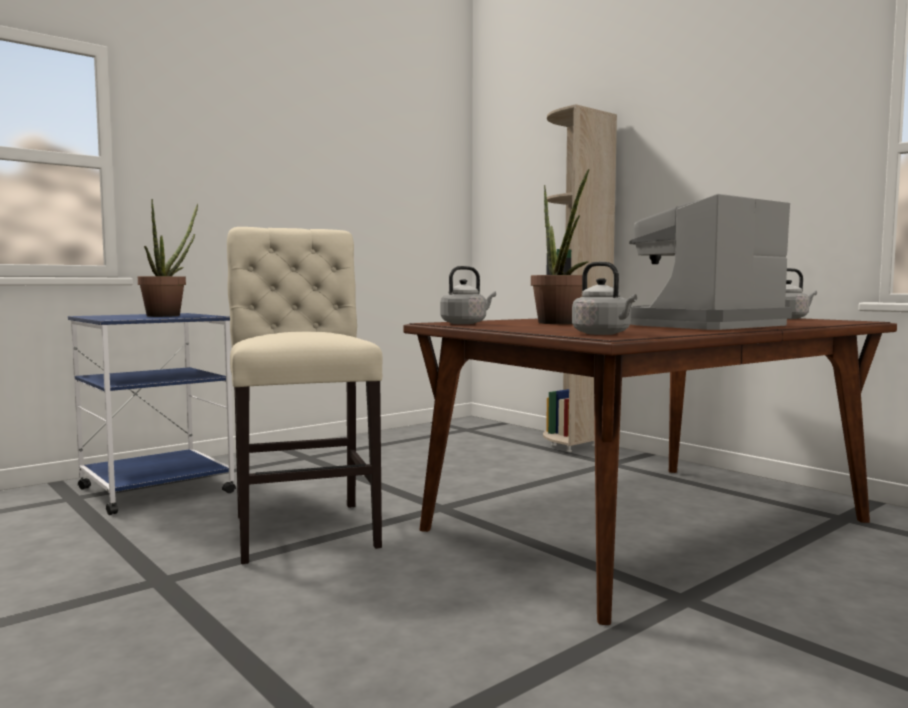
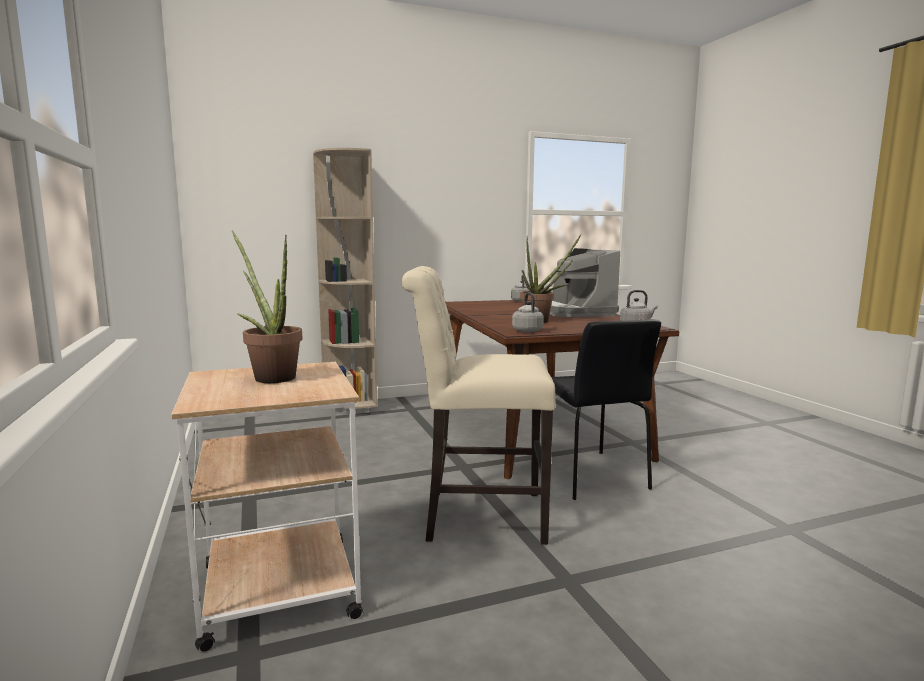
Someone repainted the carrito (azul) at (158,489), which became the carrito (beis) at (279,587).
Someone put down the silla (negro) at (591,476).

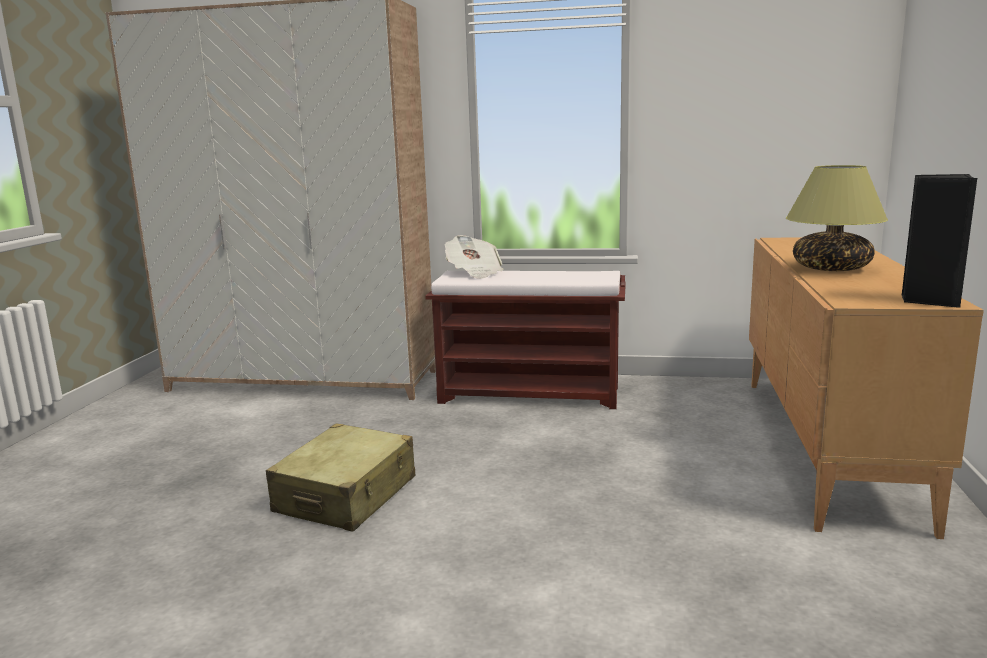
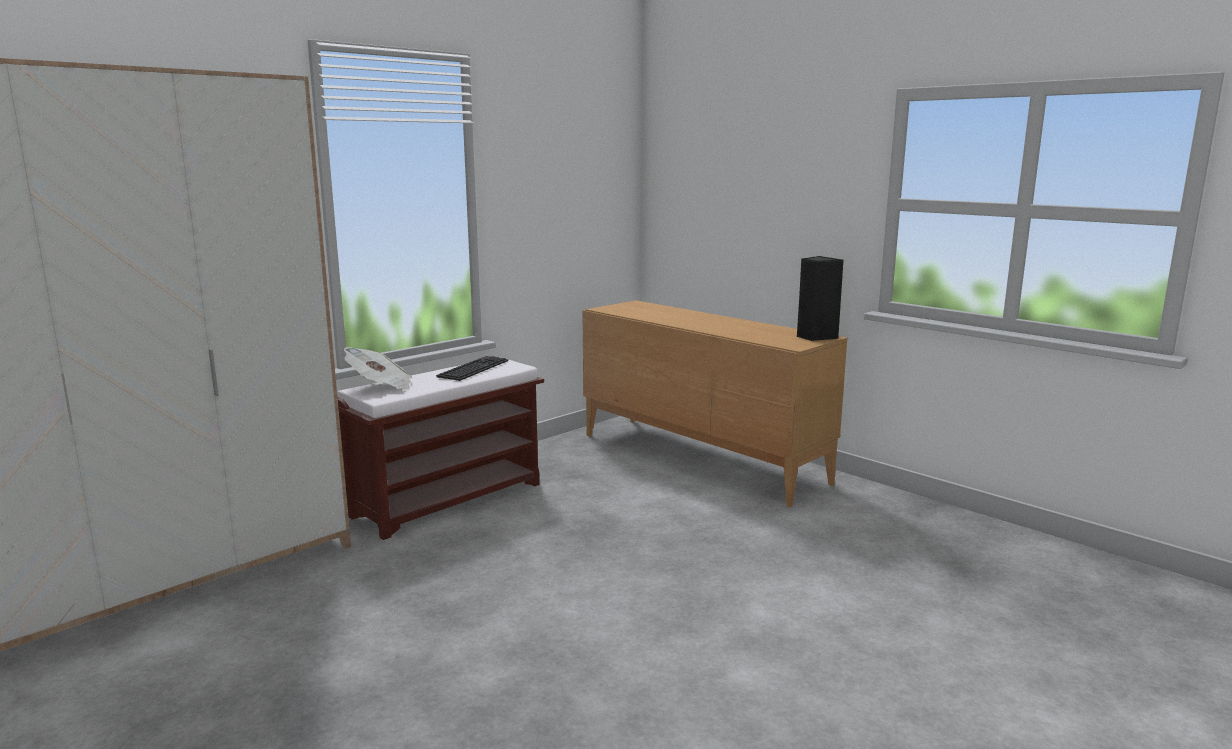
Someone took away the maleta (beis) at (346,495).
Someone took away the lámpara de mesa at (830,269).
Someone put down the teclado at (473,368).

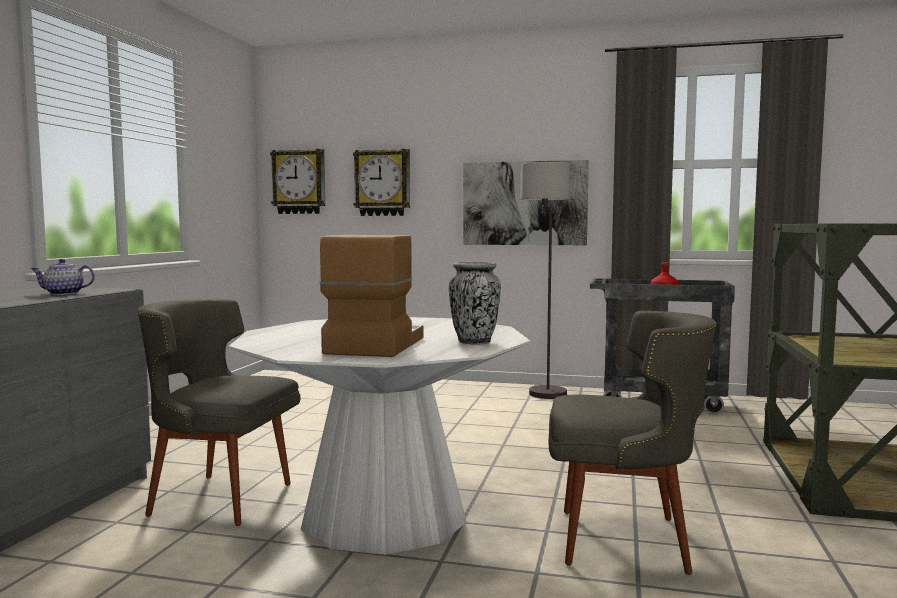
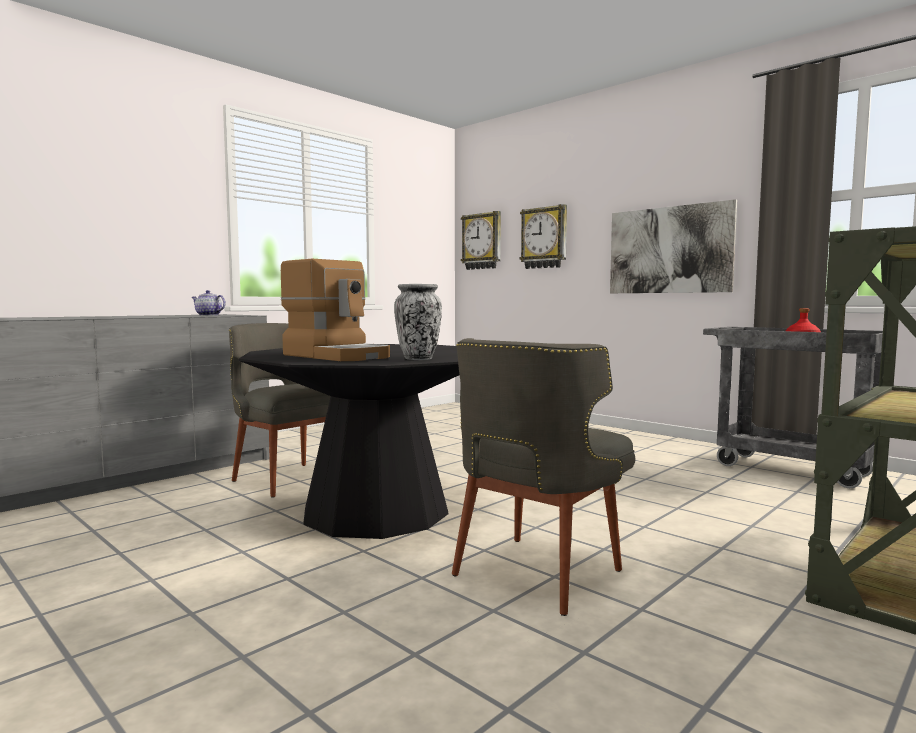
Someone repainted the mesa de comedor (blanco) at (384,515), which became the mesa de comedor (negro) at (376,511).
Someone rotated the cafetera at (375,345) by 90 degrees clockwise.
Someone took away the lámpara de pie (gris) at (544,396).
Someone rotated the silla (gris) at (620,540) by 90 degrees clockwise.

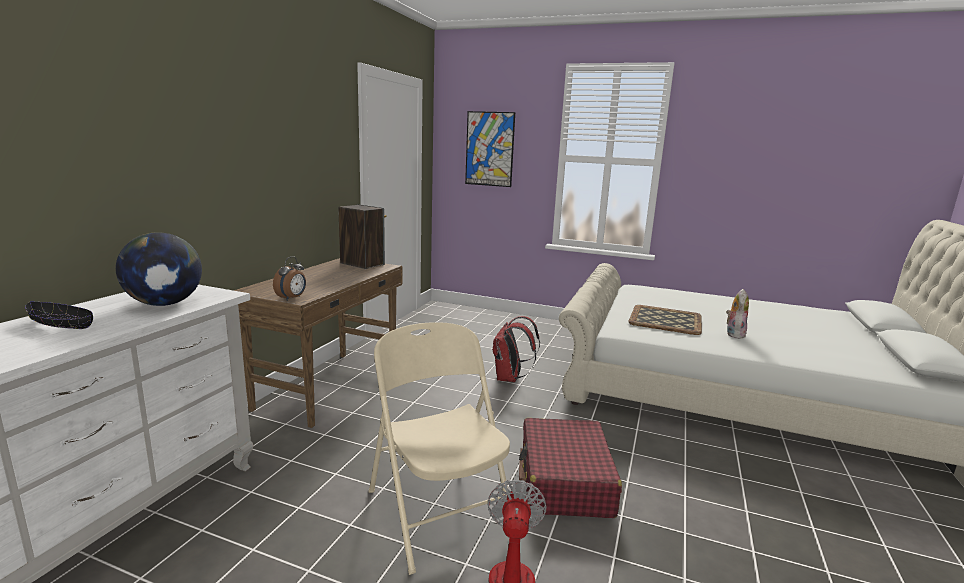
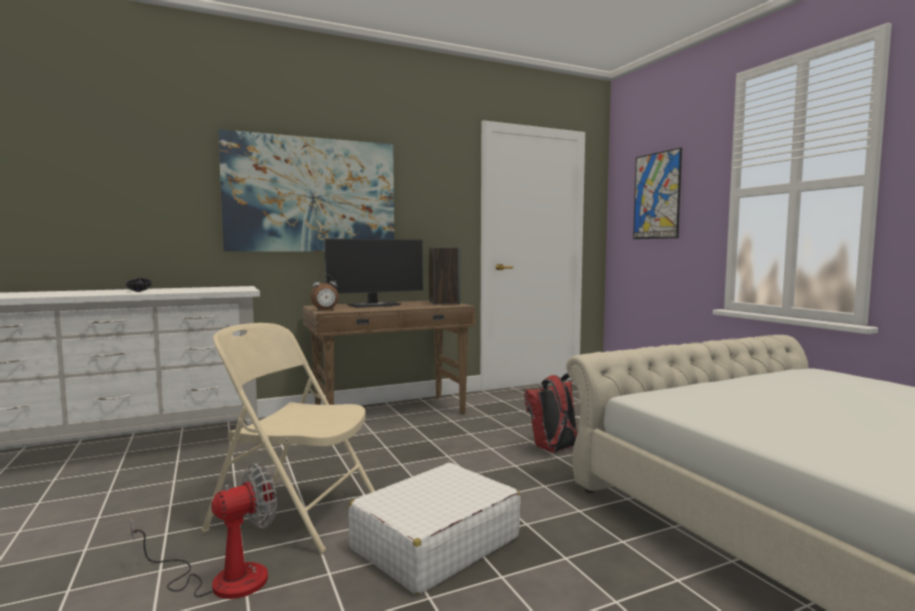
Someone took away the globo terráqueo at (165,304).
Someone rotated the silla (beis) at (439,512) by 90 degrees counterclockwise.
Someone repainted the maleta (rojo) at (564,481), which became the maleta (blanco) at (435,543).
Someone took away the bandeja at (666,320).
Someone took away the peluche at (733,334).
Someone put up the cuadro at (312,195).
Someone put down the monitor at (374,305).

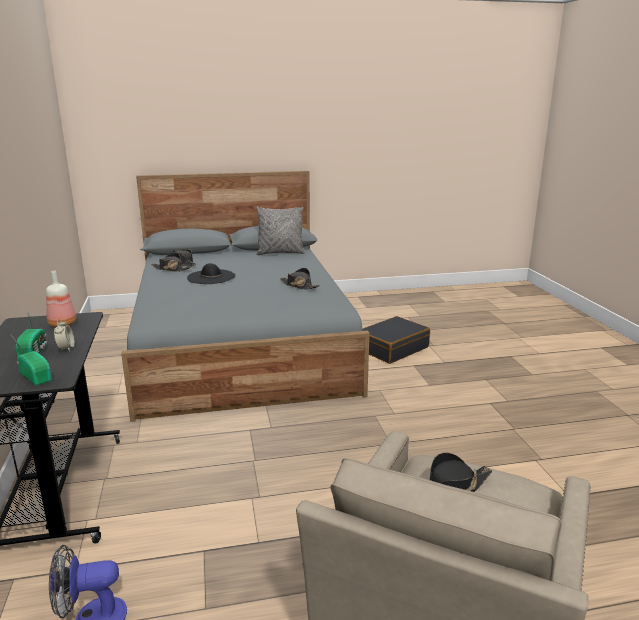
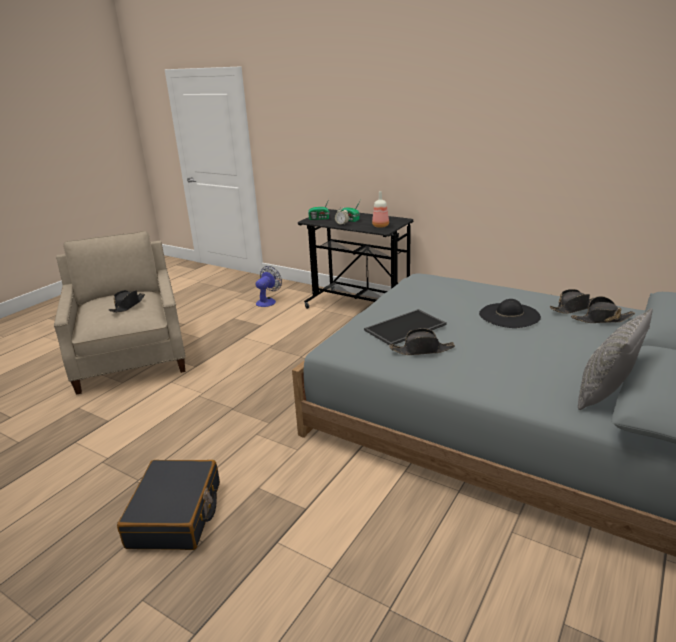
Someone carried the maleta (negro) from (392,348) to (176,515).
Someone put down the bandeja at (405,328).

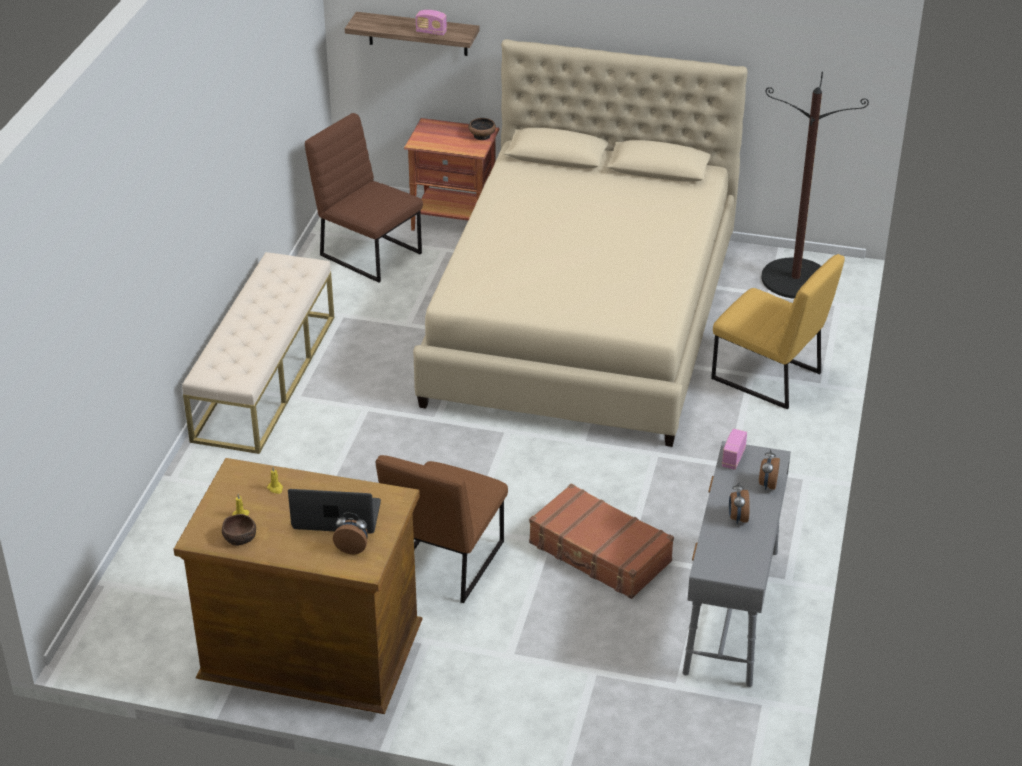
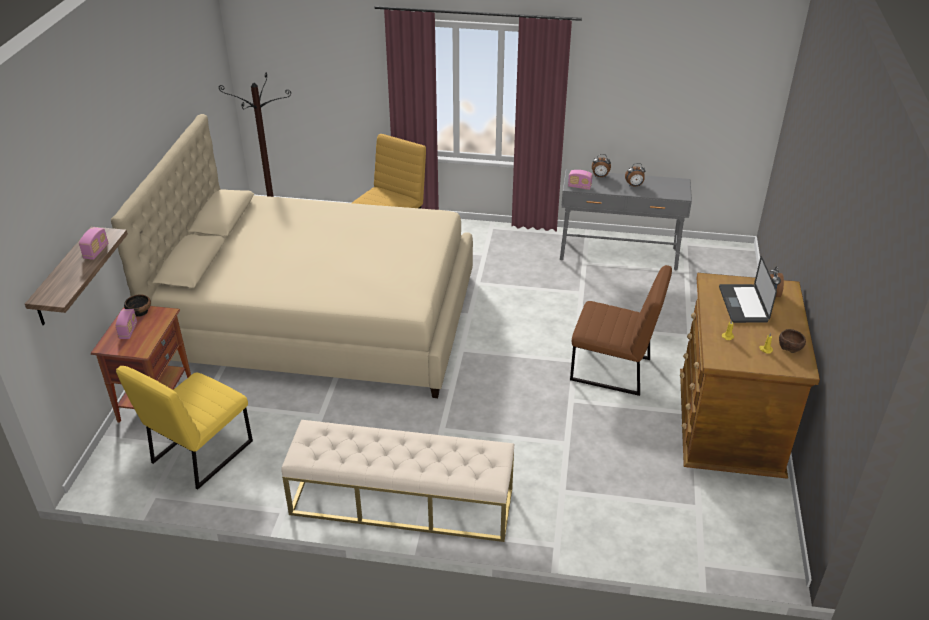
Someone repainted the silla (marrón) at (369,253), which became the silla (amarillo) at (199,453).
Someone took away the maleta (marrón) at (599,553).
Someone put down the radio at (128,331).

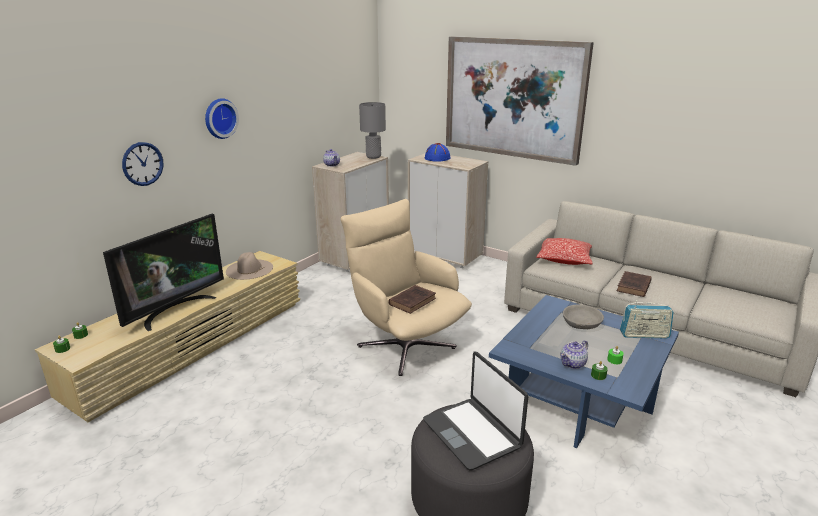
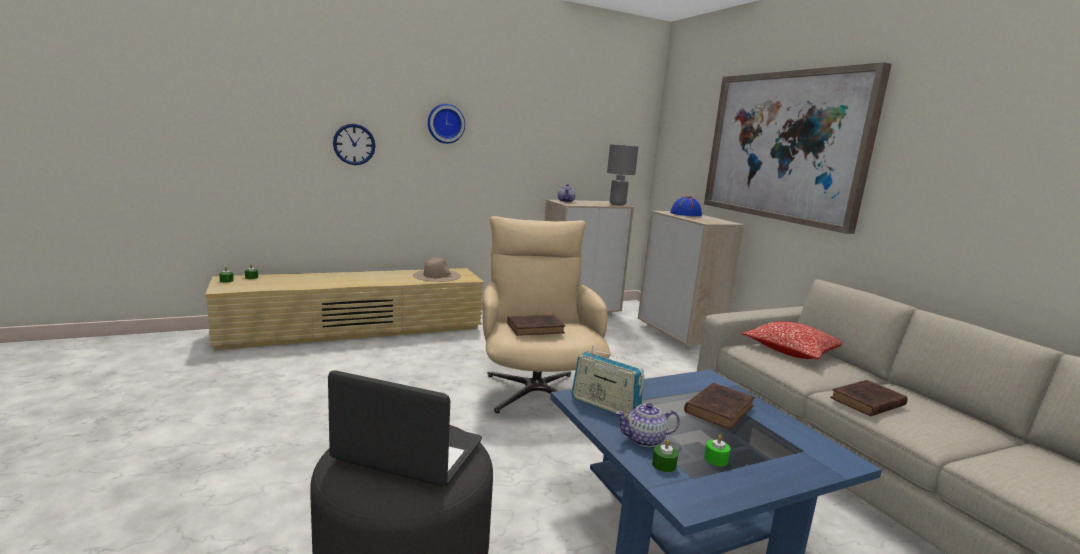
Someone took away the televisor at (174,309).
Someone rotated the portátil at (472,433) by 105 degrees clockwise.
Someone swapped the cuenco (gris) at (581,324) for the libro (marrón) at (720,409).
Someone carried the radio from (644,335) to (605,406).

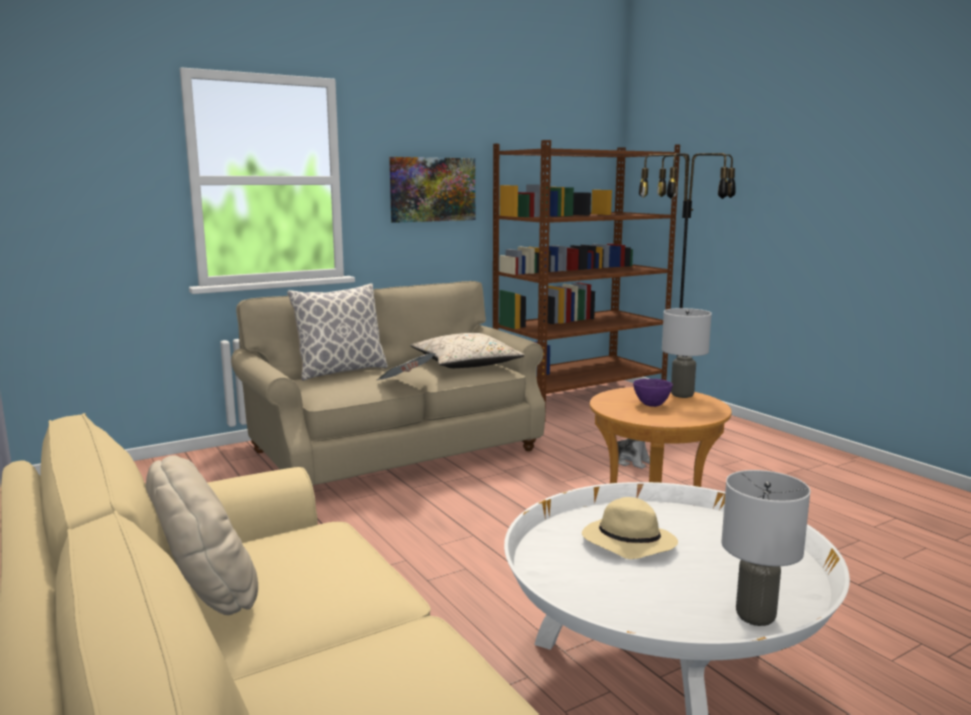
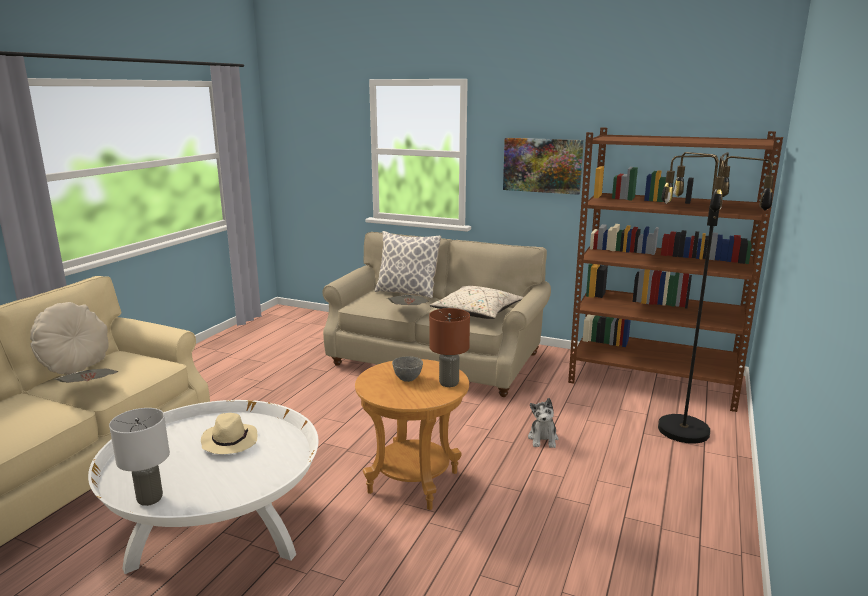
Someone repainted the cuenco (morado) at (651,405), which became the cuenco (gris) at (407,379).
Someone repainted the lámpara de mesa (blanco) at (683,395), which became the lámpara de mesa (marrón) at (450,384).
Someone put down the periódico at (90,390).

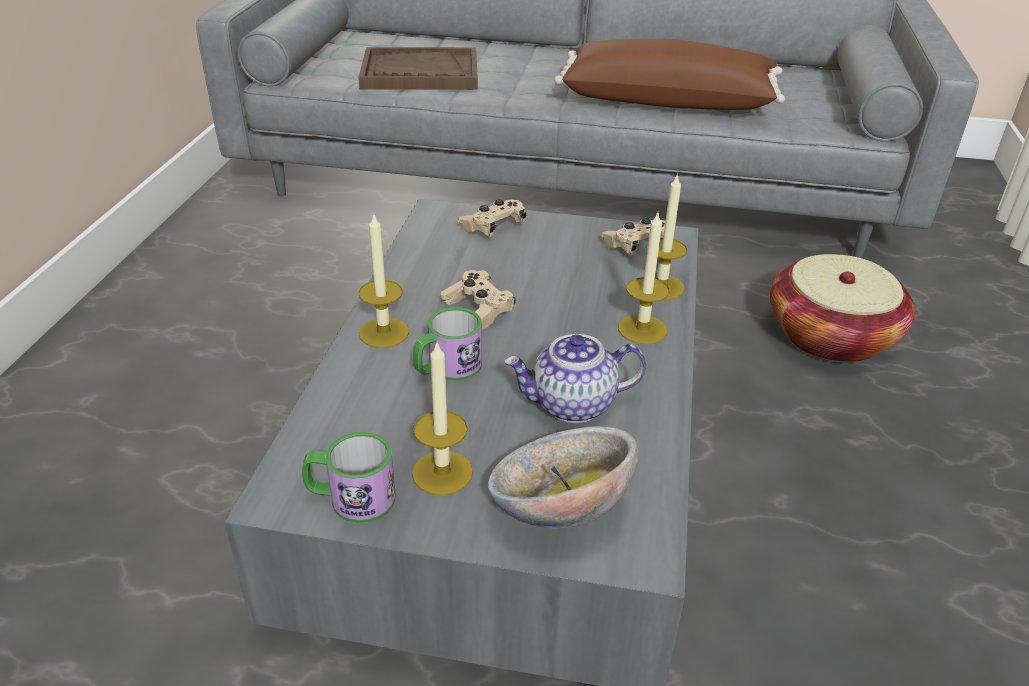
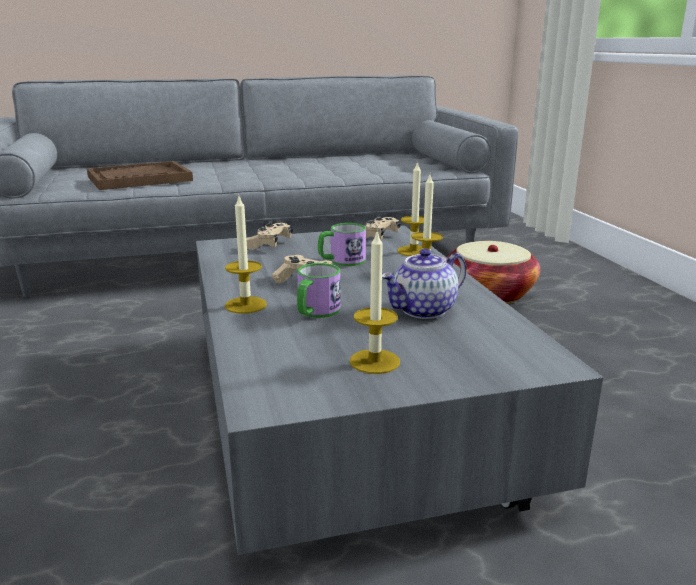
Someone carried the taza grande from (351,498) to (341,261).
Someone took away the cuenco at (558,509).
Someone took away the cojín (marrón) at (667,101).

